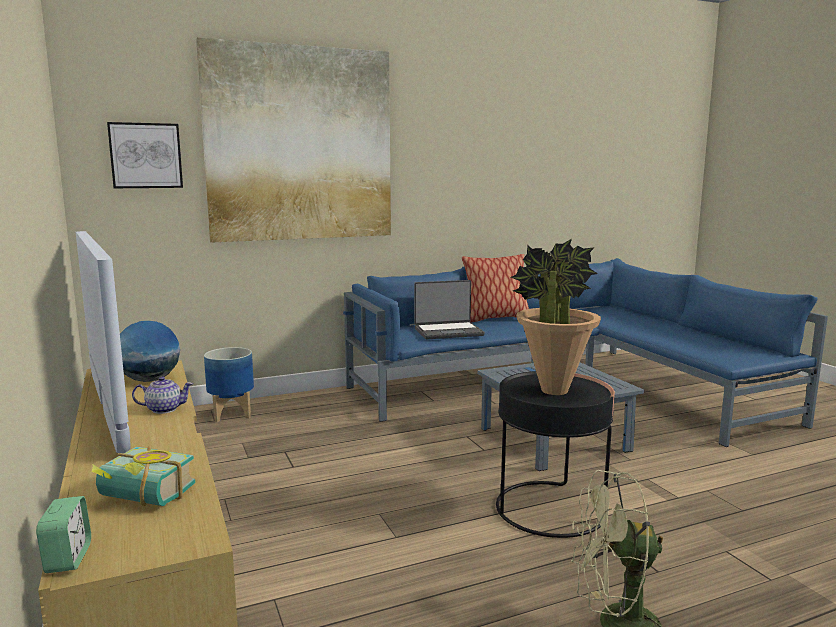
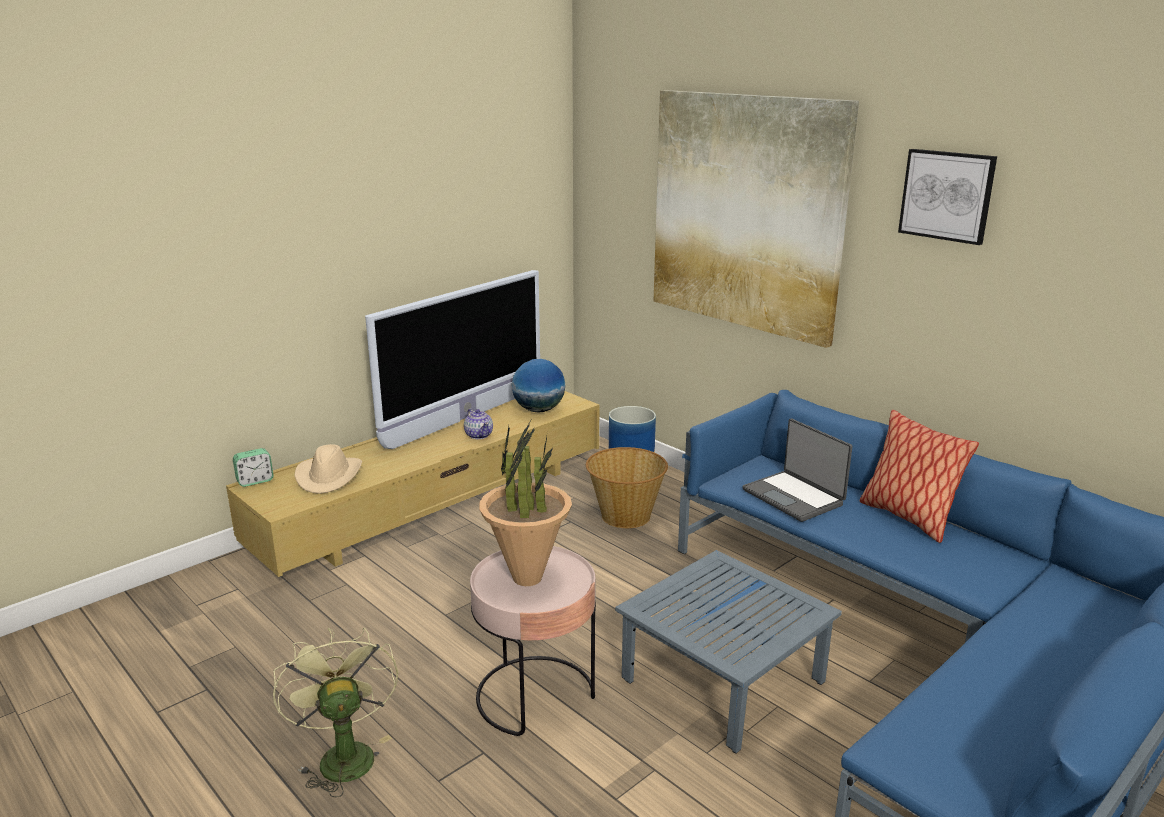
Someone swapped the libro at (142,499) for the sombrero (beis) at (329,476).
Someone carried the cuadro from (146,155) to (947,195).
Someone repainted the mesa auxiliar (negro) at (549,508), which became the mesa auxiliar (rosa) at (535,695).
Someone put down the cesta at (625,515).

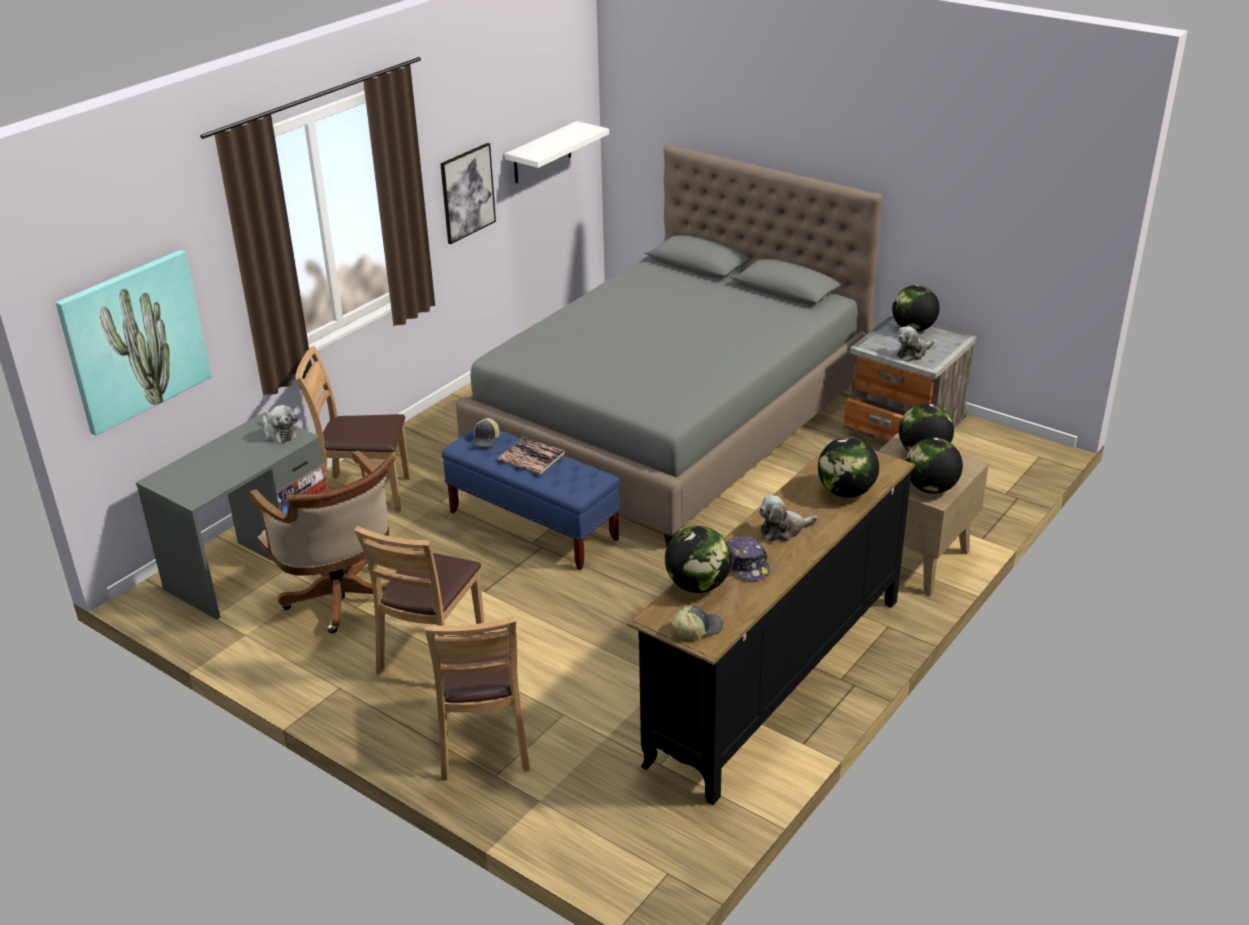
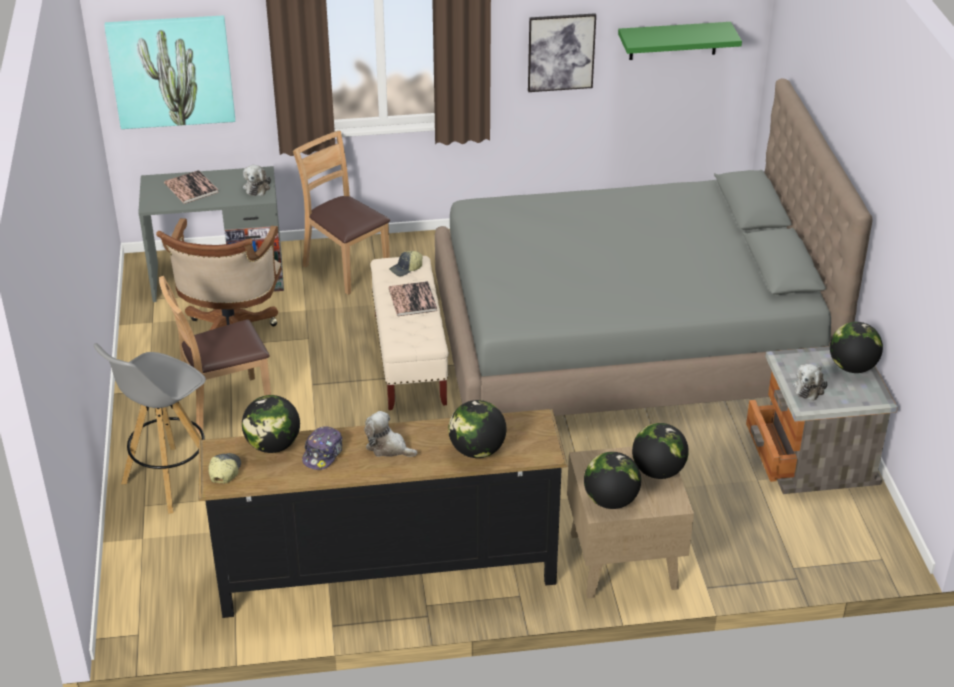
Someone swapped the silla (marrón) at (483,741) for the taburete (gris) at (169,480).
Someone repainted the banco (azul) at (533,526), which became the banco (beis) at (409,359).
Someone repainted the estante (blanco) at (542,153), which became the estante (verde) at (673,40).
Someone rotated the gorra at (696,628) by 105 degrees counterclockwise.
Someone rotated the peluche at (912,353) by 75 degrees counterclockwise.
Someone put down the libro at (191,188).

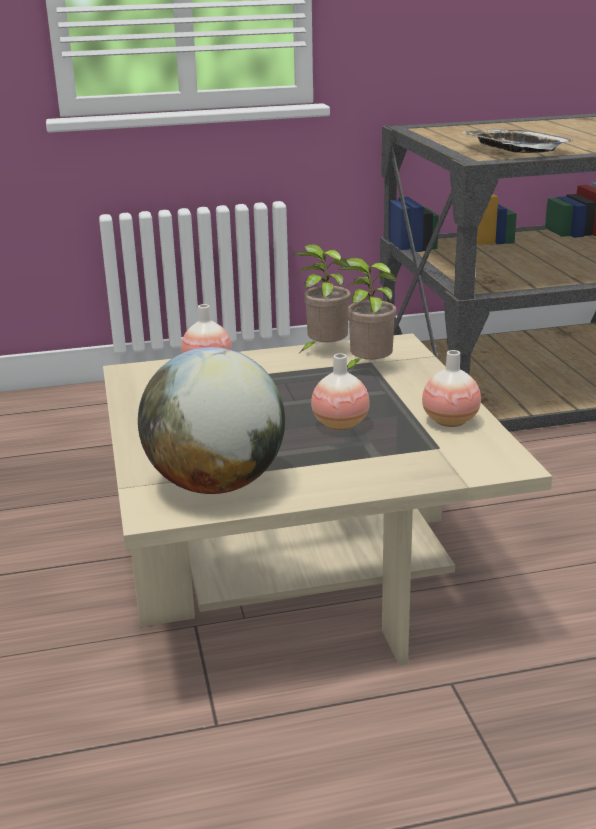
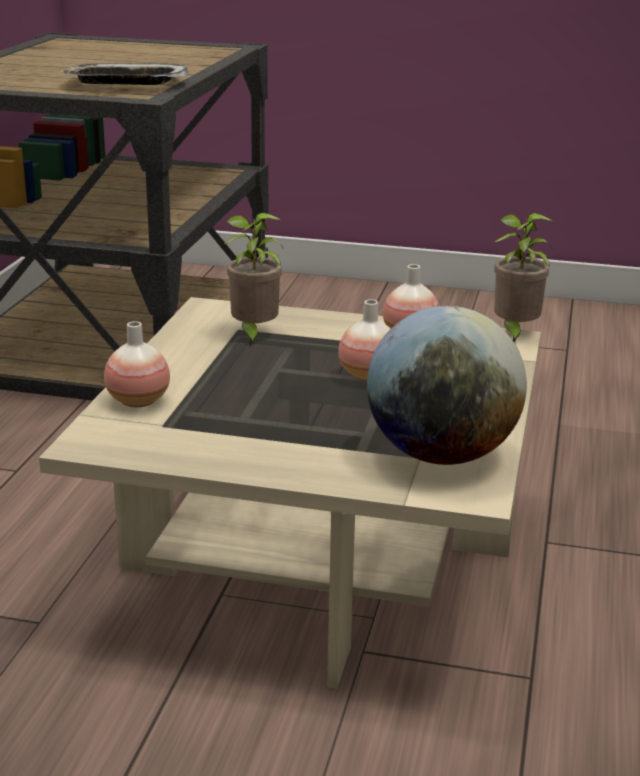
Someone carried the planta en maceta from (324,351) to (514,333).

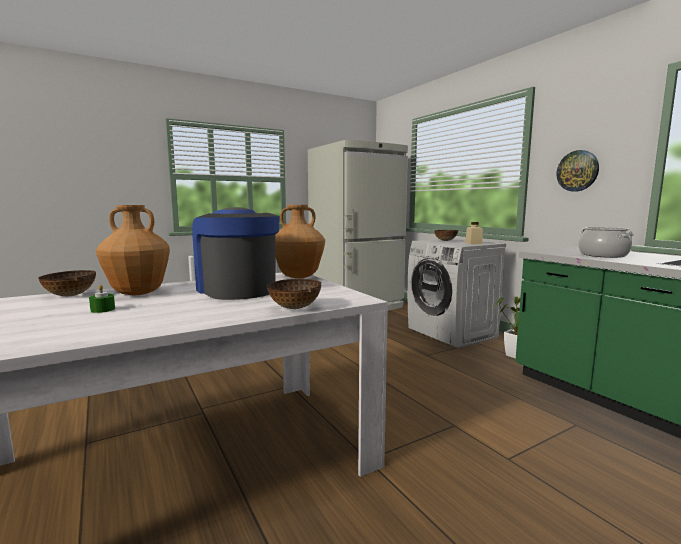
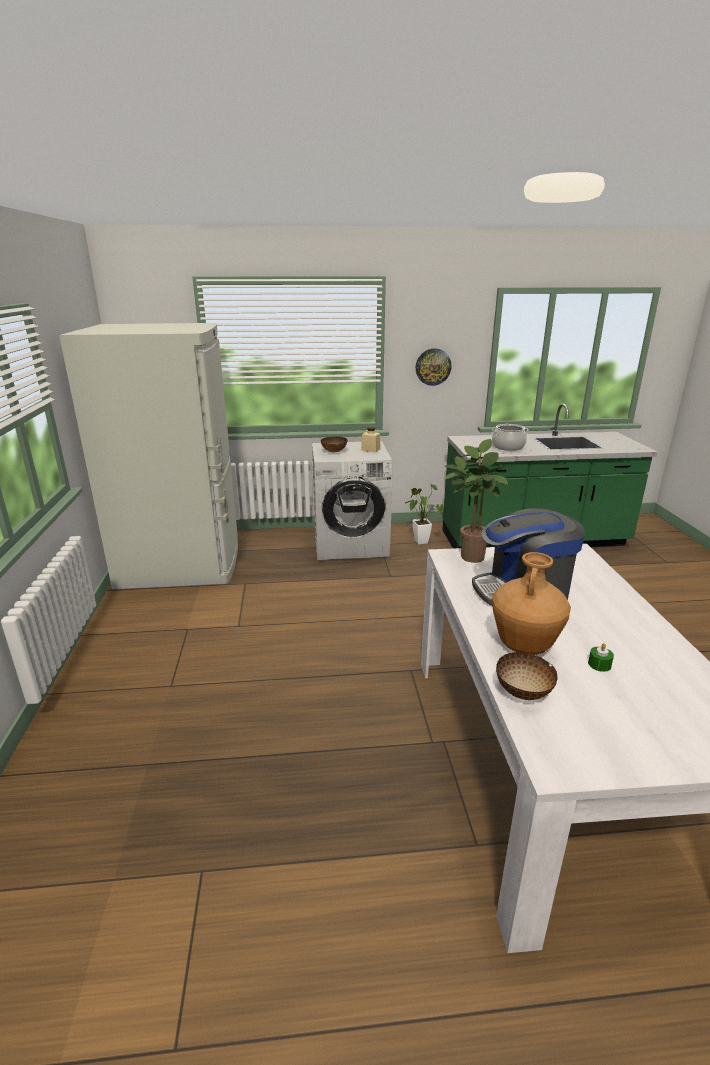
Someone took away the cuenco at (294,308).
Someone swapped the florero (marrón) at (299,277) for the planta en maceta at (469,555).

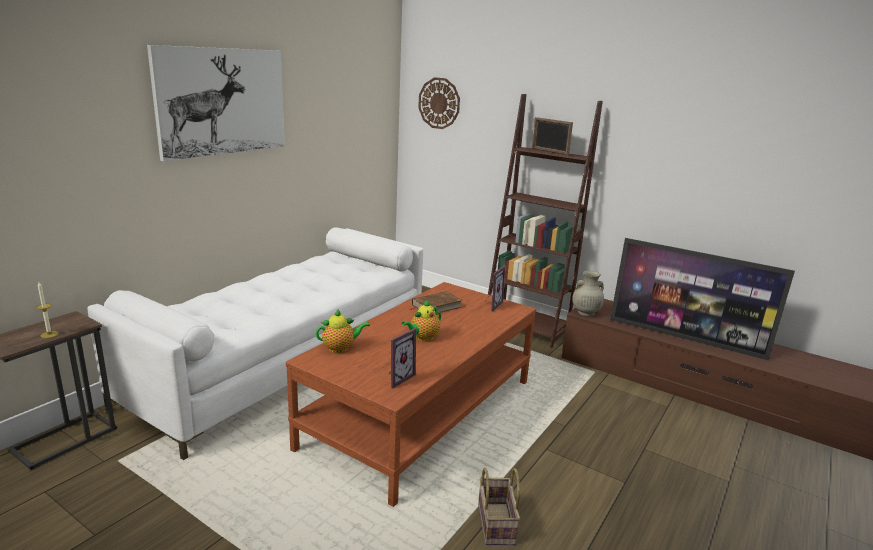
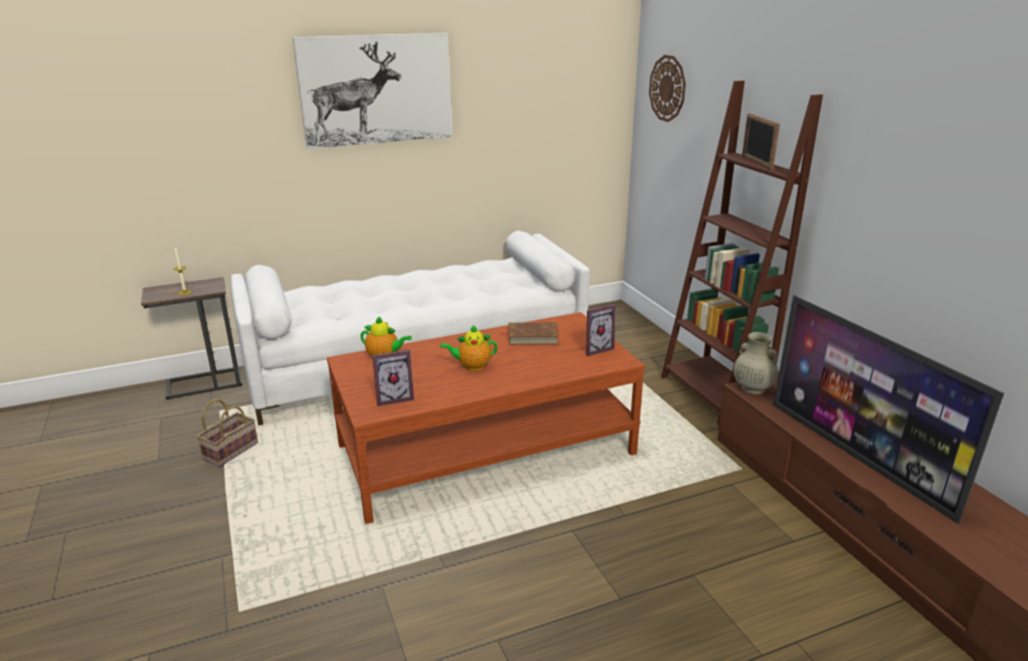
Someone carried the cesta from (494,522) to (231,450).

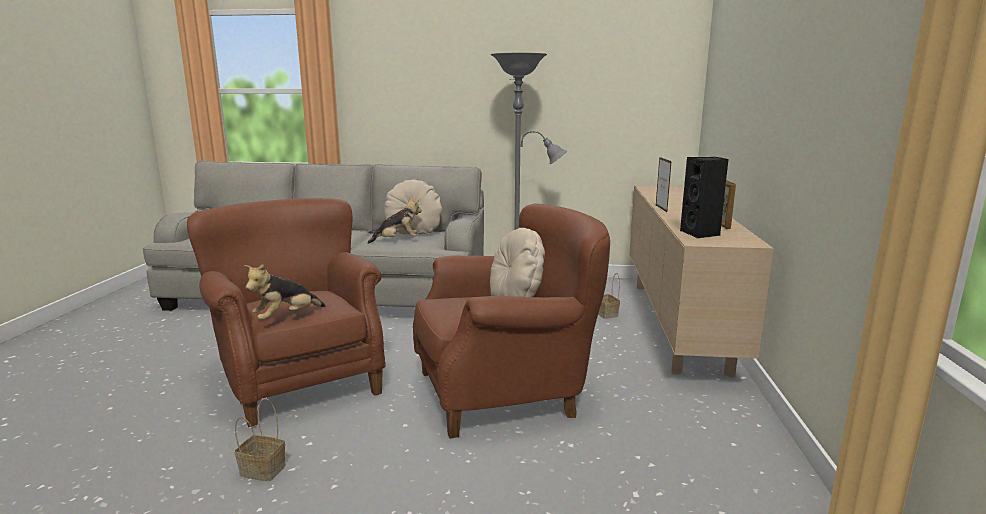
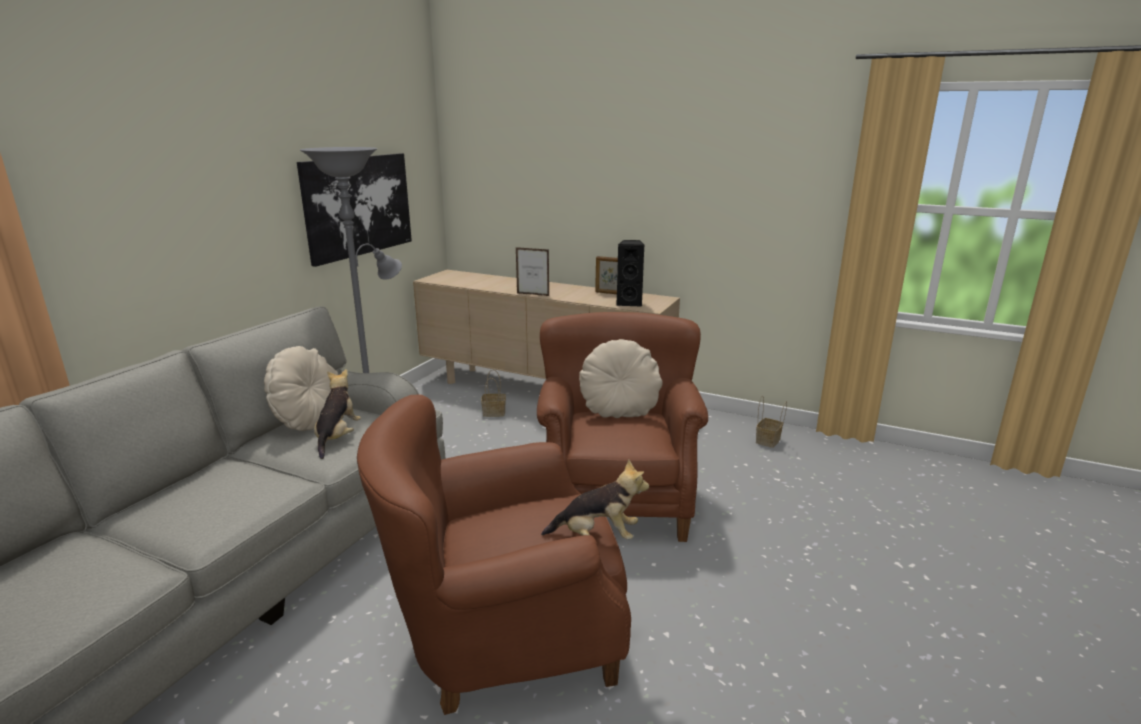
Someone carried the cesta from (261,470) to (768,441).
Someone rotated the peluche at (286,317) by 60 degrees counterclockwise.
Someone put up the cuadro at (358,206).

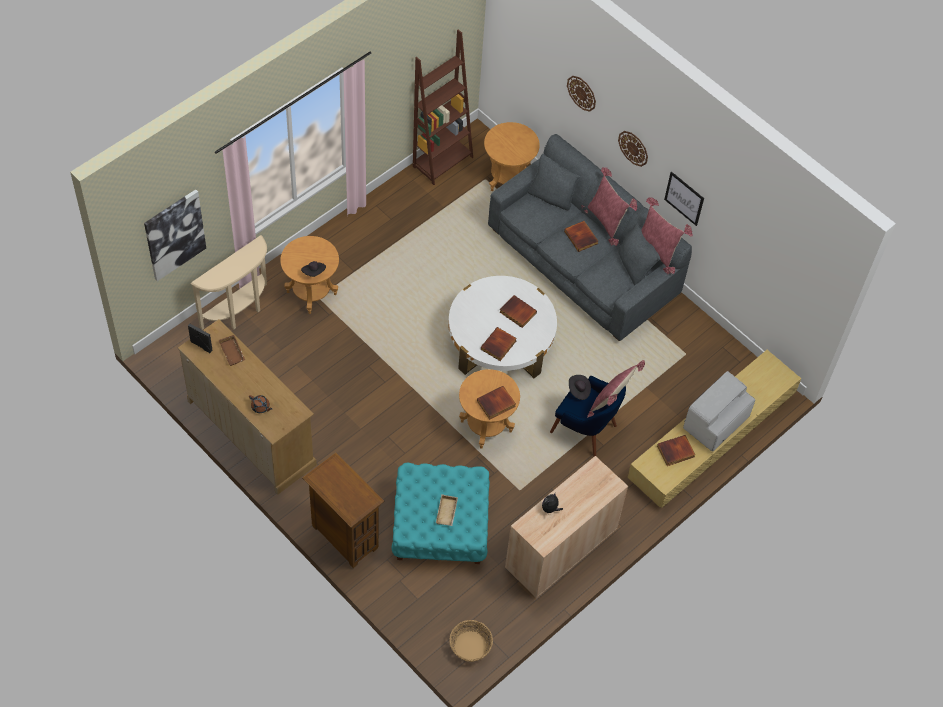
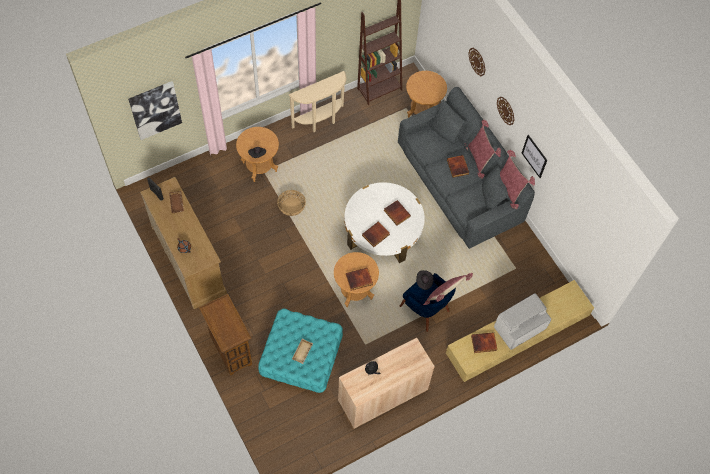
Someone carried the mesa consola (beis) from (239,312) to (320,121).
Someone carried the cesta from (470,646) to (291,207).

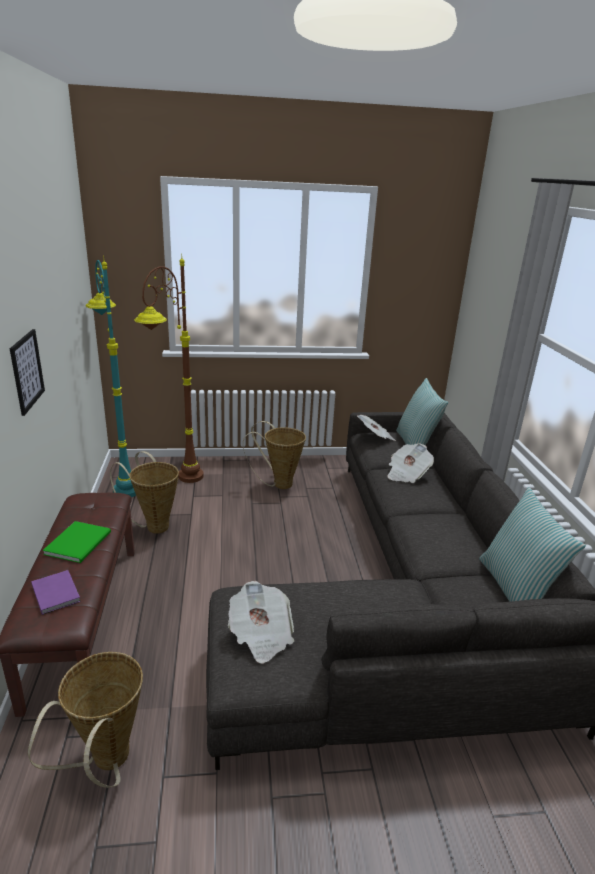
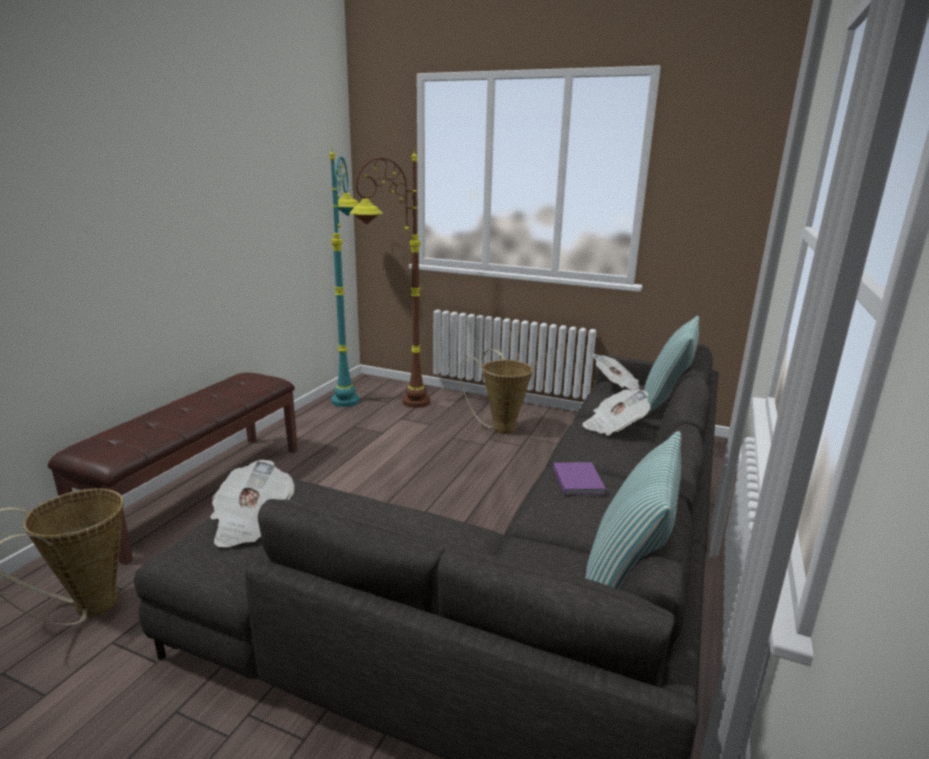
Someone took away the cuadro at (27,371).
Someone carried the libro (morado) from (56,592) to (578,480).
Someone took away the libro (verde) at (80,542).
Someone took away the cesta at (154,525).

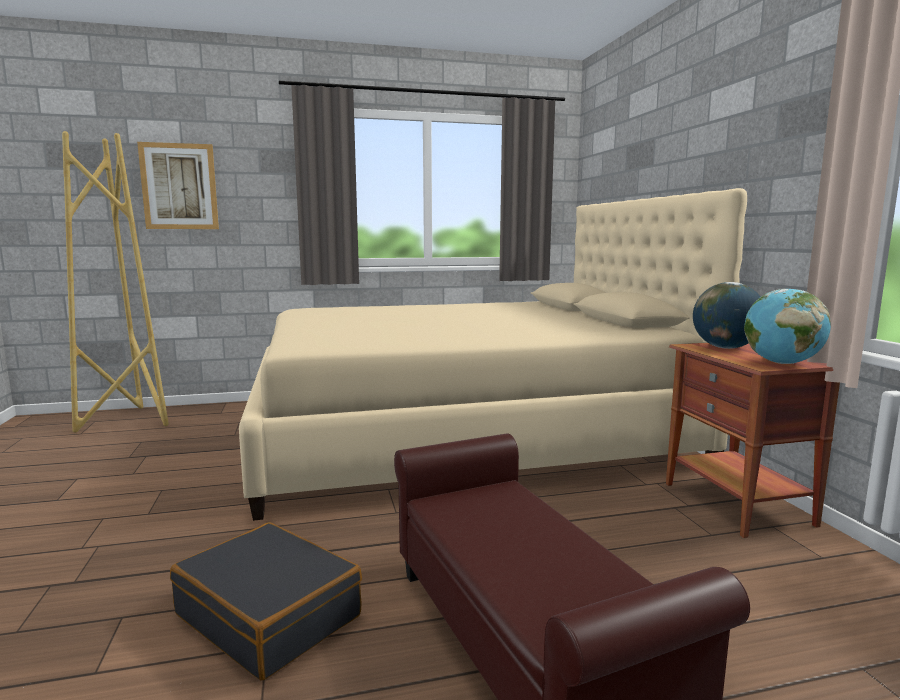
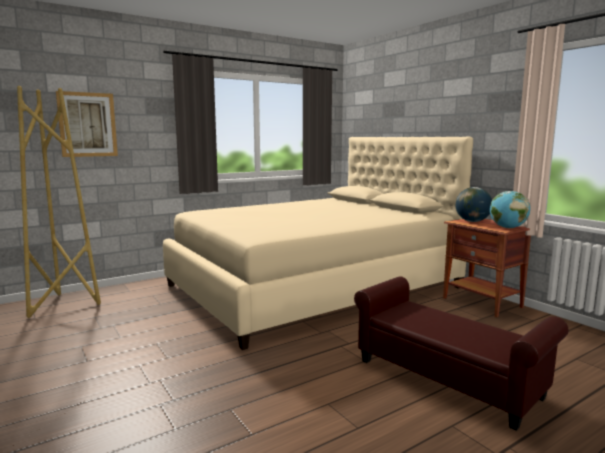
Someone took away the maleta (negro) at (269,615).

